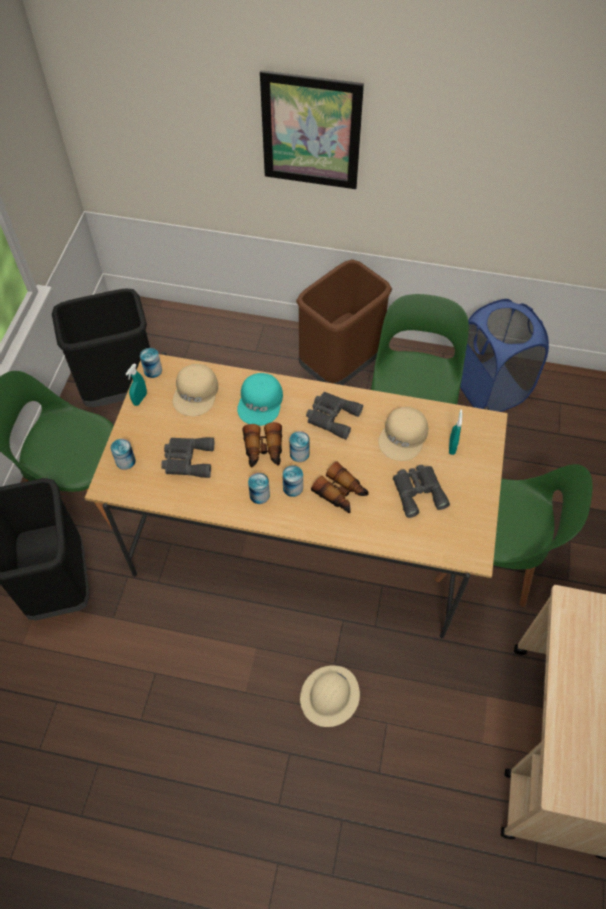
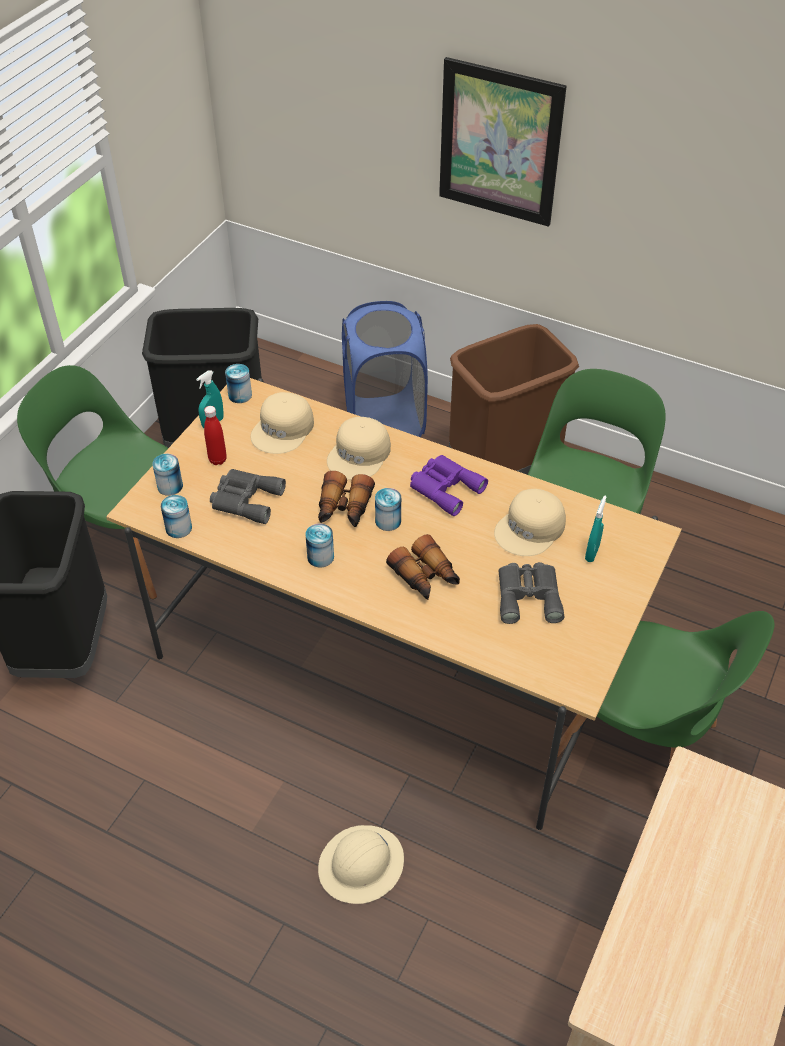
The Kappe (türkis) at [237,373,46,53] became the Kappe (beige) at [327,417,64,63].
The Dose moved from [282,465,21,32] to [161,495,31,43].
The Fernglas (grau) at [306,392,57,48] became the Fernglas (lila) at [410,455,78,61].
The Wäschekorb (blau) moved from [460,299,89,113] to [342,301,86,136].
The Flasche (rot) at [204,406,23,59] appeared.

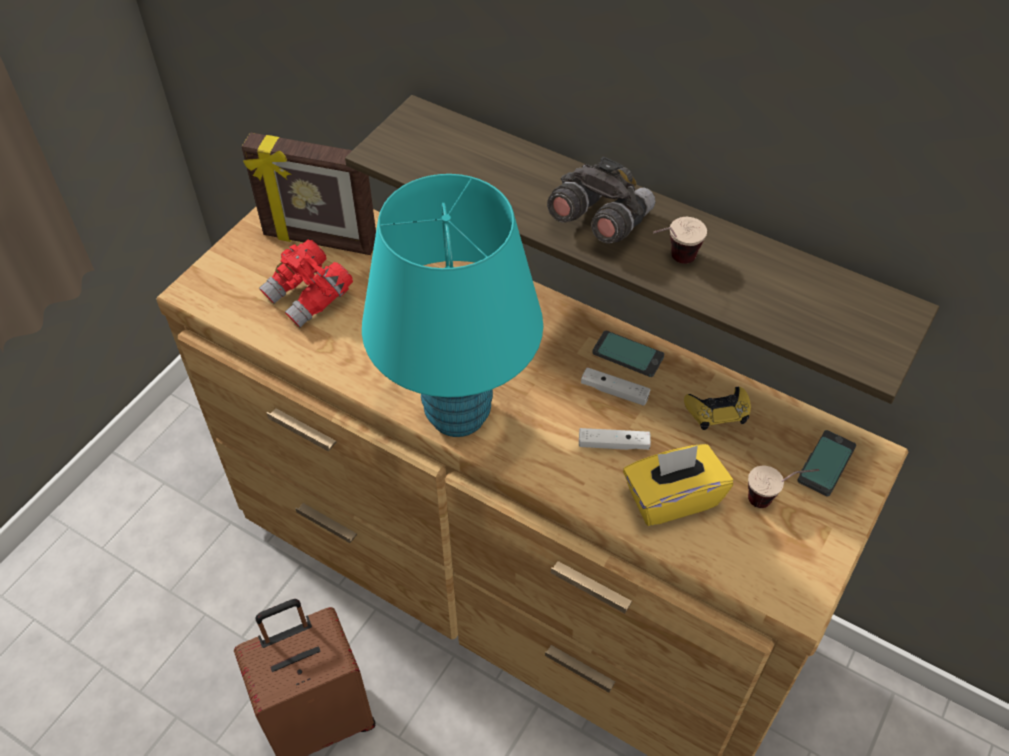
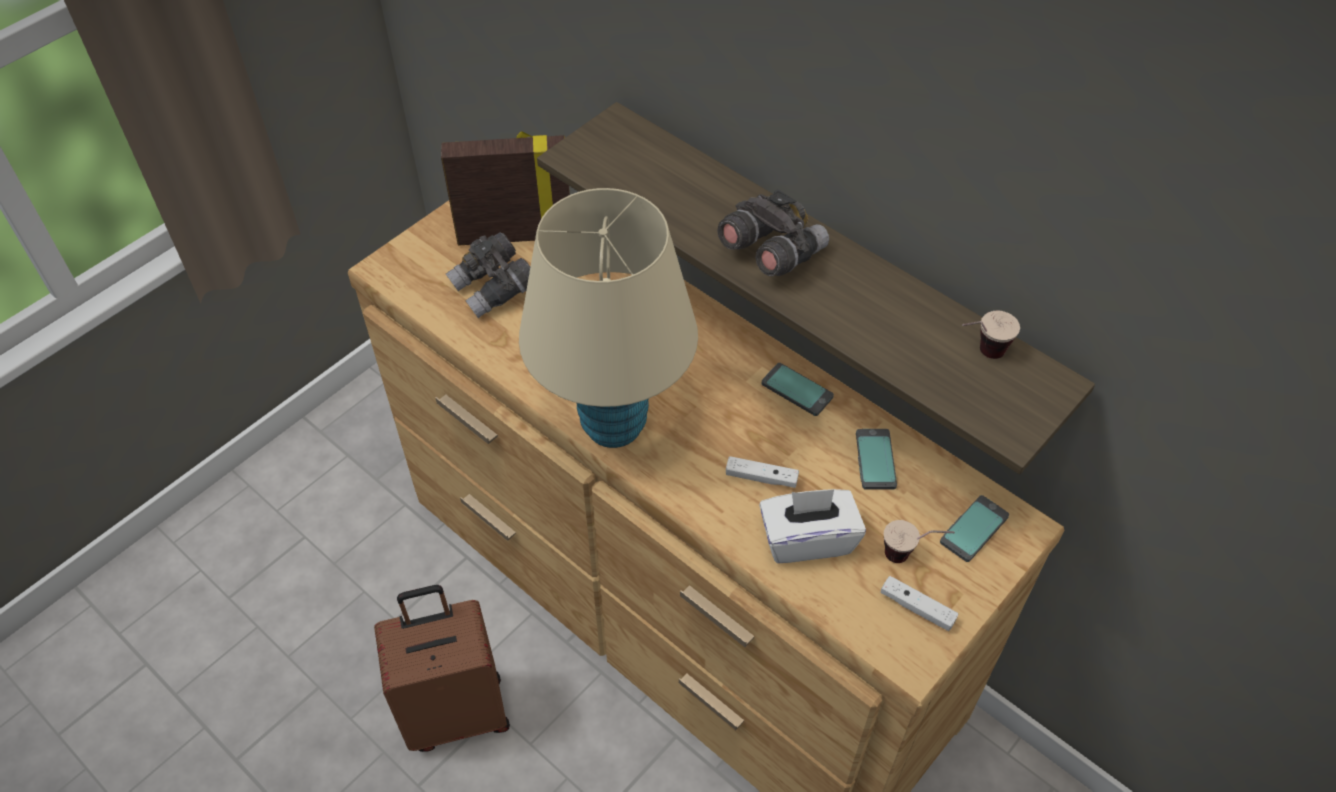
The Bilderrahmen at [242,132,134,123] turned 150 degrees clockwise.
The Fernglas (rot) at [259,240,94,87] became the Fernglas (grau) at [446,232,84,86].
The Tischlampe (türkis) at [362,174,181,263] became the Tischlampe (beige) at [519,188,179,260].
The Gamepad (weiß) moved from [581,367,69,39] to [881,576,78,55].
The Taschentuchbox (gelb) at [623,444,110,82] became the Taschentuchbox (weiß) at [759,489,107,74].
The Tasse moved from [653,217,54,47] to [962,311,58,48].
The Gamepad (gelb) at [684,387,67,43] was replaced by the Handy at [856,429,41,61].

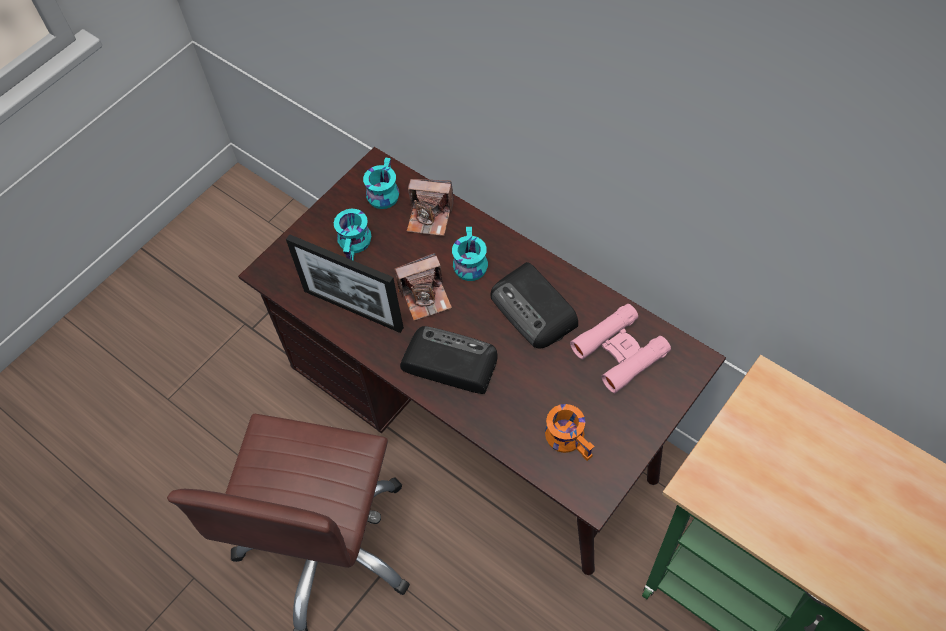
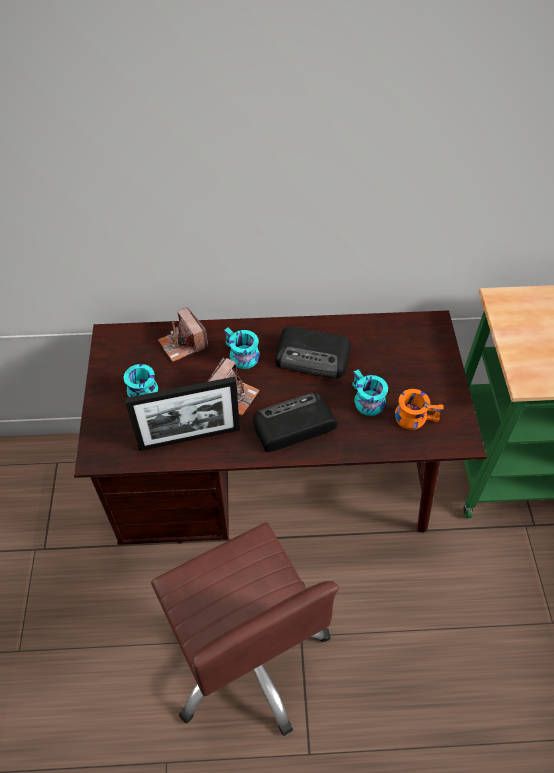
The Henkelbecher (türkis) moved from [363,157,36,52] to [352,369,36,47].
The Kamera at [407,179,47,57] turned 90 degrees clockwise.
The Fernglas (rosa) at [570,304,101,89] disappeared.

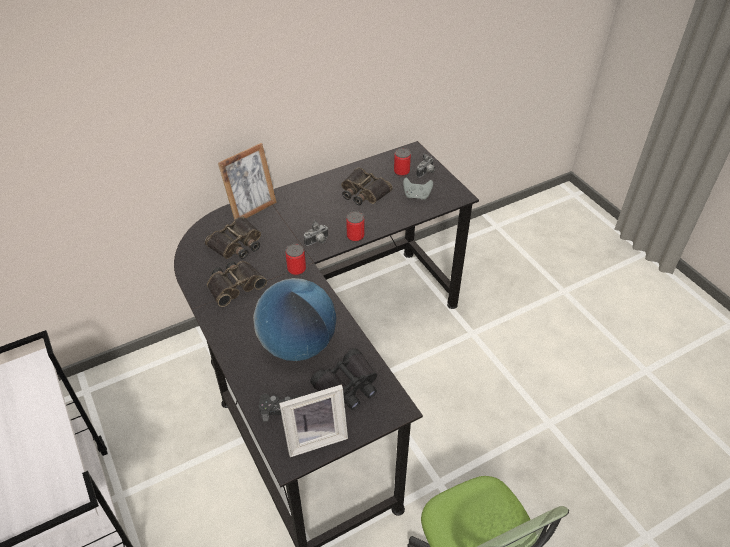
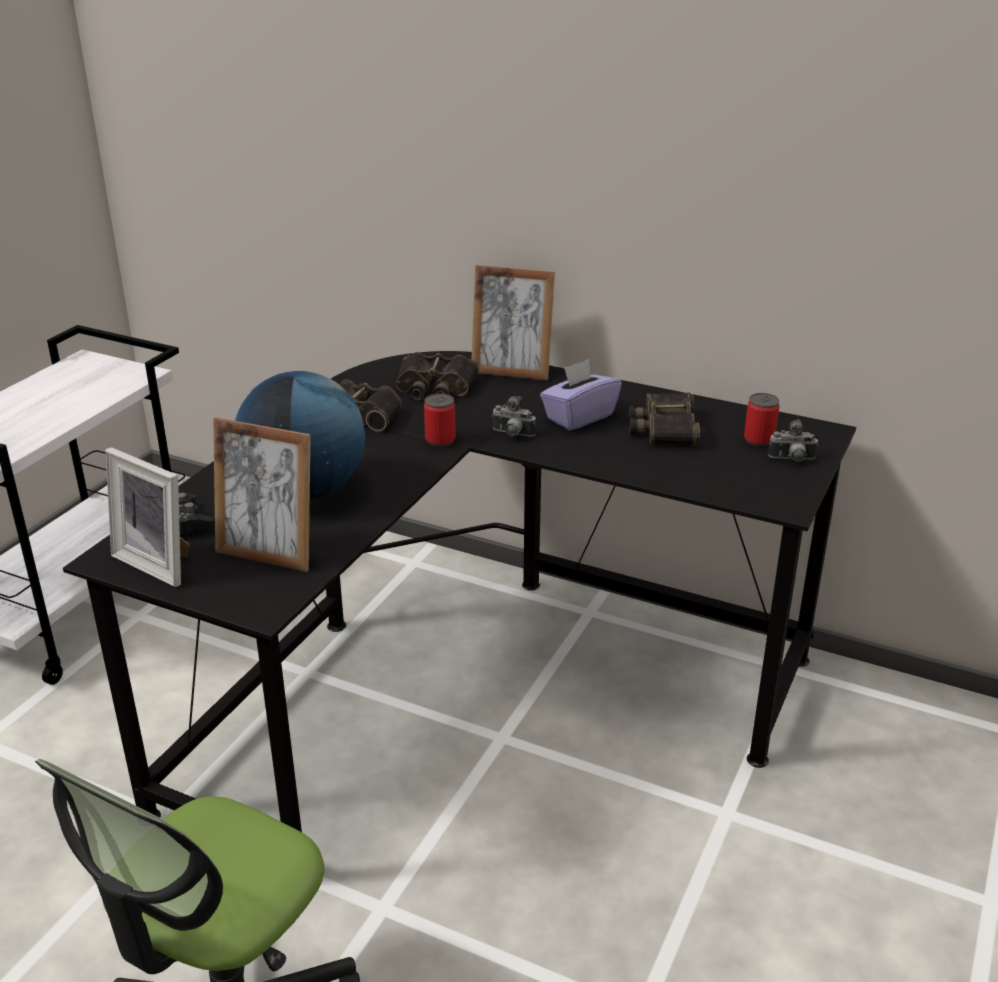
The Fernglas (schwarz) at [310,348,67,62] was replaced by the Bilderrahmen at [213,417,98,155].
The Dose at [346,211,18,31] disappeared.
The Gamepad (grau) at [403,178,30,22] disappeared.
The Taschentuchbox (lila) at [540,359,82,72] appeared.

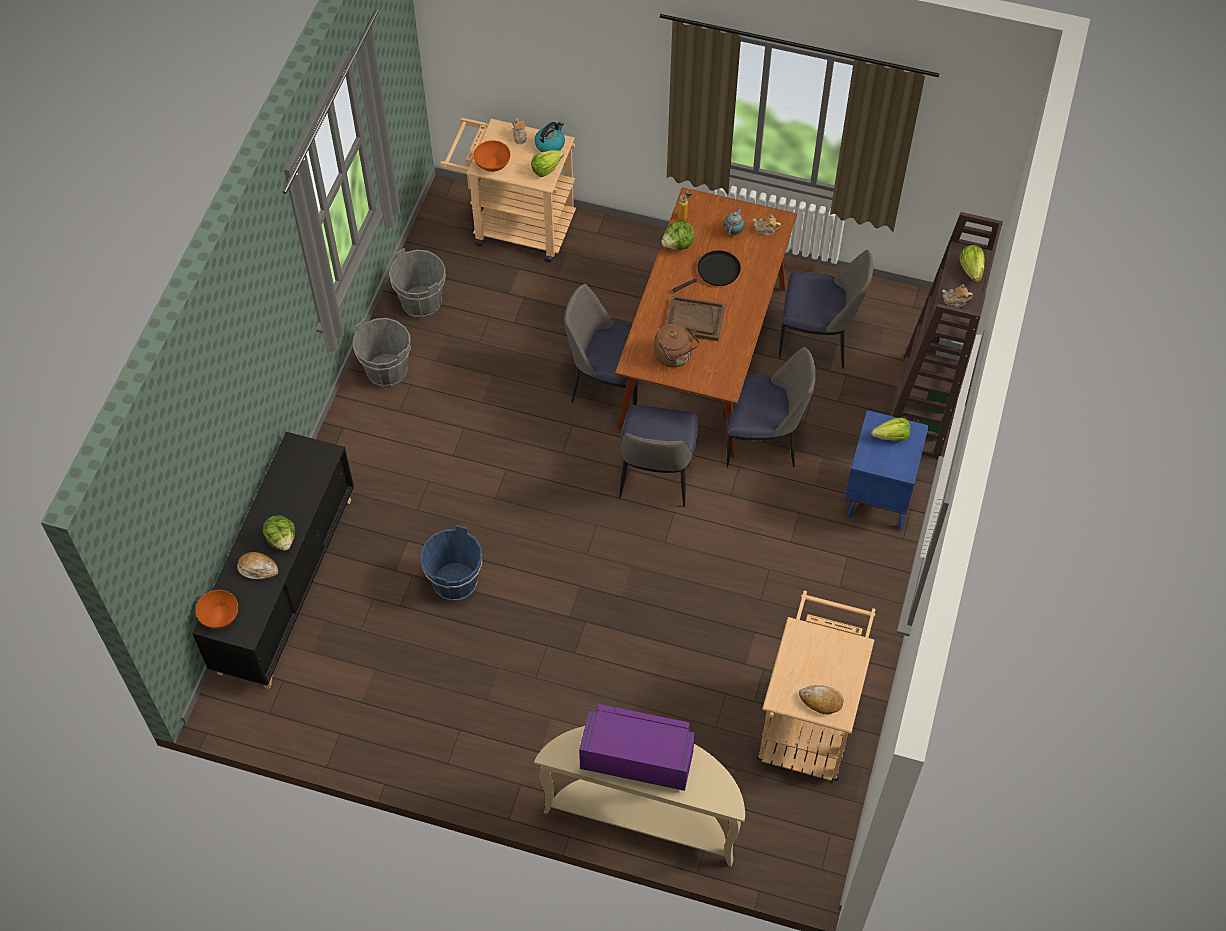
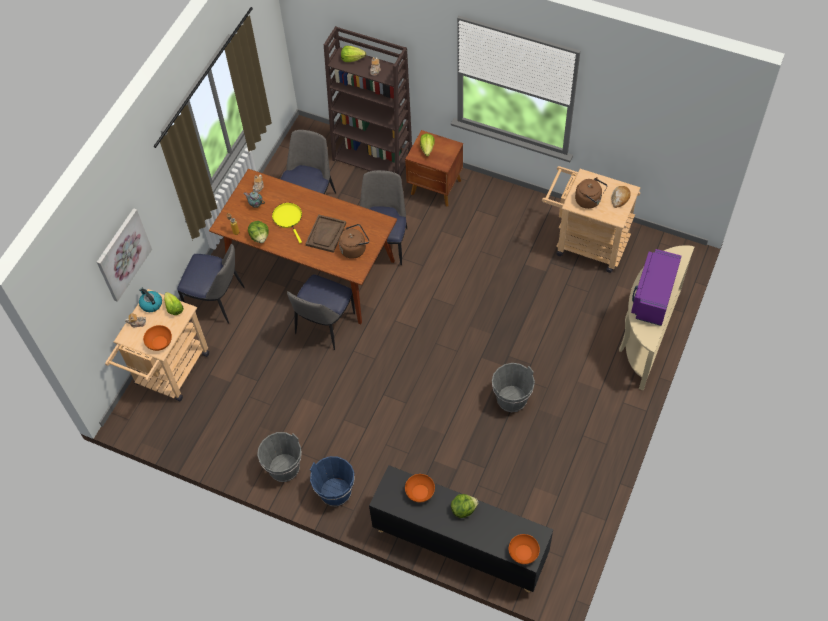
The Brot at [237,552,41,27] disappeared.
The Eimer (grau) moved from [389,248,57,70] to [492,363,43,49].
The Eimer (blau) moved from [421,525,61,76] to [310,456,45,50].
The Stuhl moved from [619,405,79,102] to [177,244,68,80].
The Pfanne (schwarz) at [673,250,68,42] became the Pfanne (gelb) at [272,203,30,40].
The Nachttisch (blau) at [845,410,84,121] became the Nachttisch (braun) at [405,130,58,77].
The Bild at [97,208,55,94] appeared.
The Schüssel (orange) at [405,474,30,28] appeared.
The Wasserkessel (braun) at [575,177,32,32] appeared.

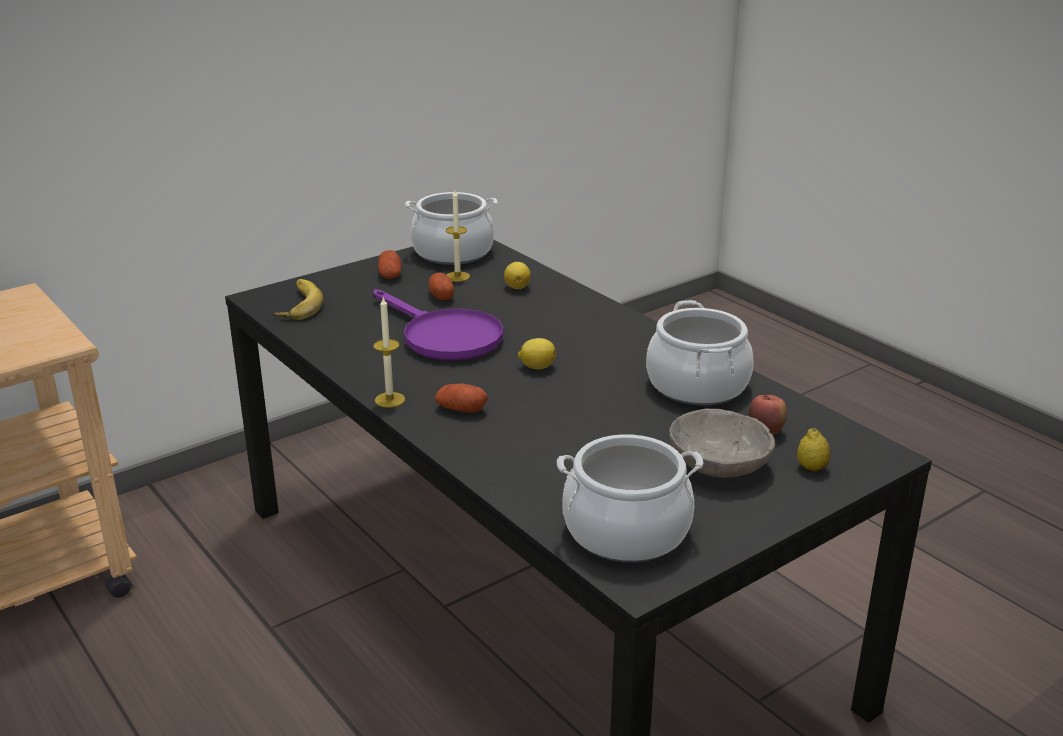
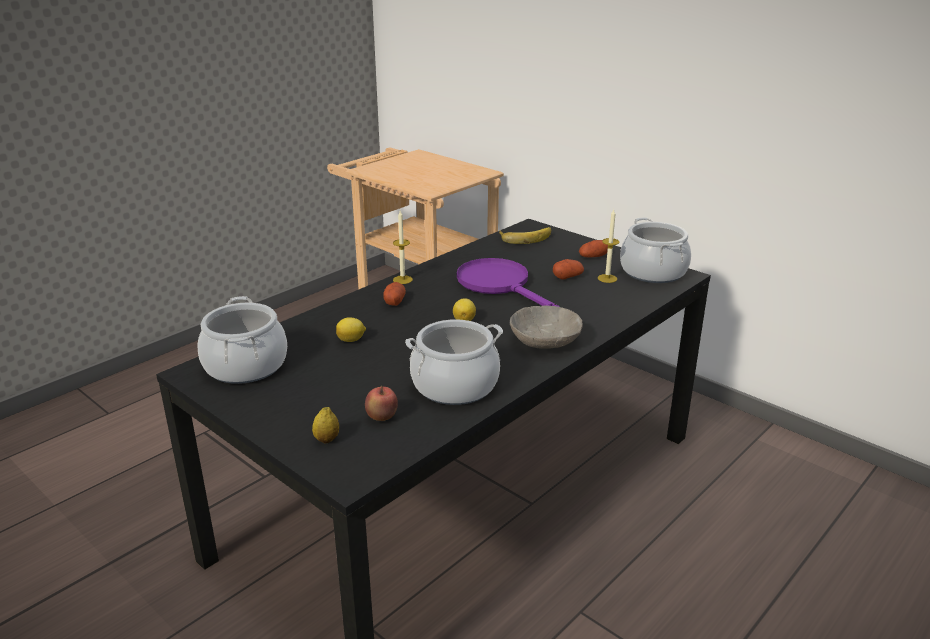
The Pfanne (lila) at [373,289,130,72] turned 105 degrees clockwise.
The Zitrone moved from [504,262,27,27] to [336,317,30,25].
The Schüssel (grau) moved from [669,409,107,69] to [510,305,73,44].

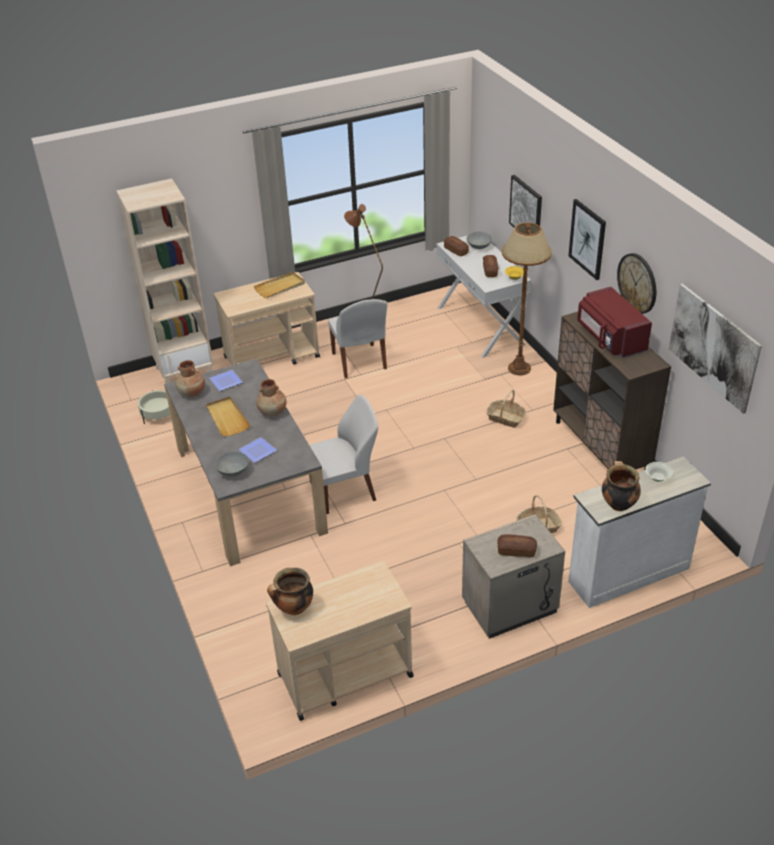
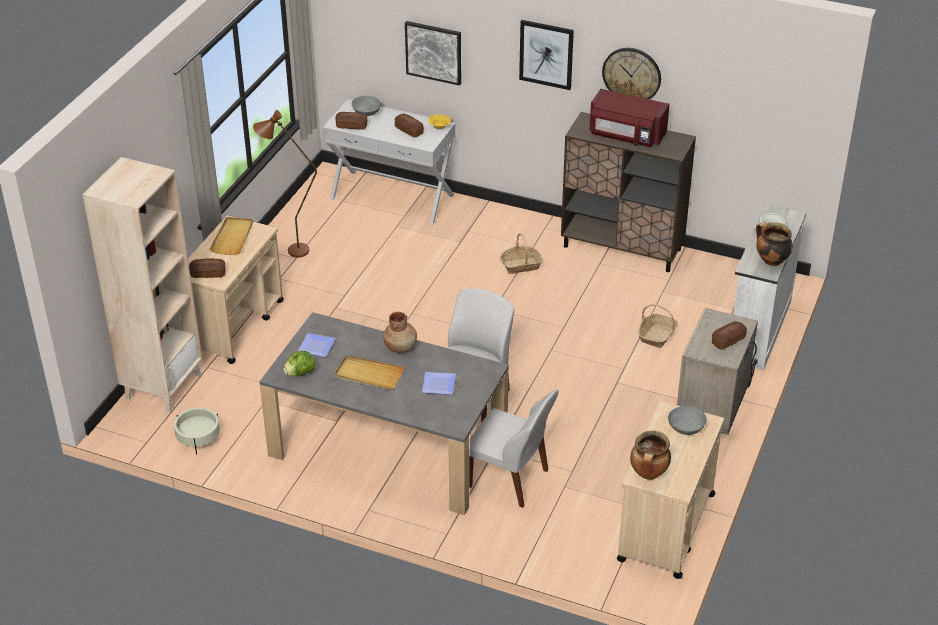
The Vase (braun) at [175,360,30,37] was replaced by the Salatkopf at [283,351,33,25].
The Schüssel (grau) moved from [215,451,34,26] to [668,406,39,29].
The Stuhl (weiß) moved from [328,299,59,79] to [469,389,90,119].
The Stehlampe (braun) at [502,223,50,152] disappeared.
The Bild at [669,284,93,130] disappeared.
The Brot at [189,258,36,20] appeared.

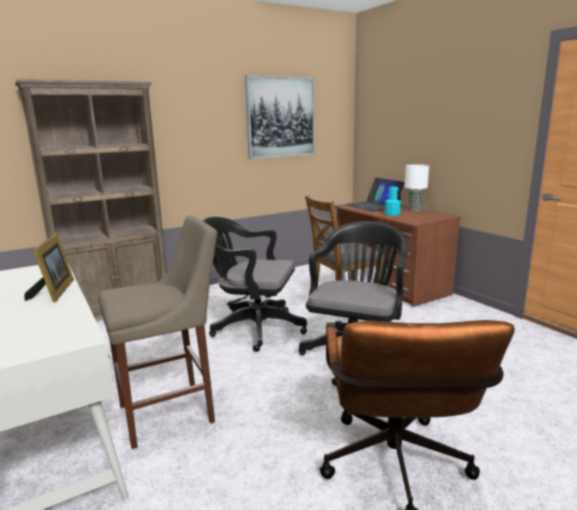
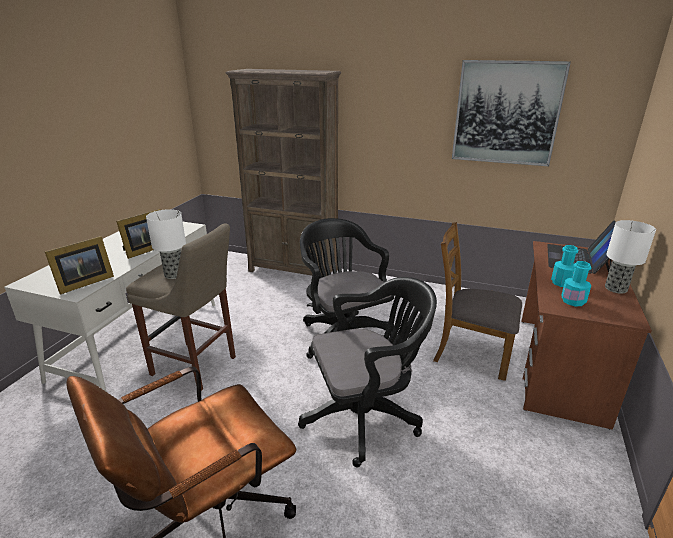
The Bilderrahmen at [45,236,69,59] appeared.
The Tischlampe at [146,209,40,70] appeared.
The Flasche (türkis) at [561,261,30,45] appeared.

